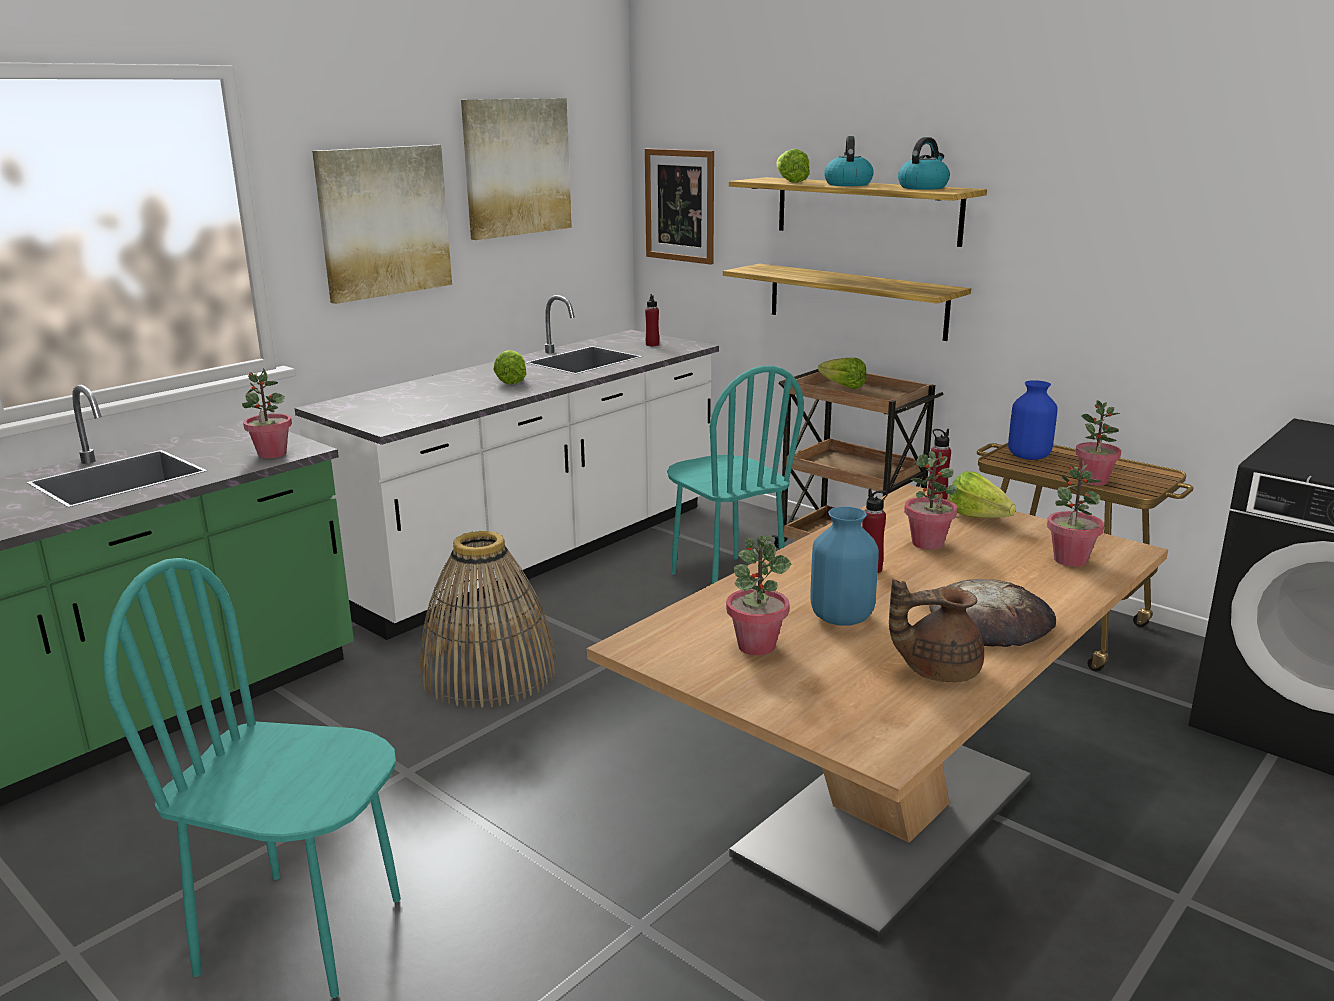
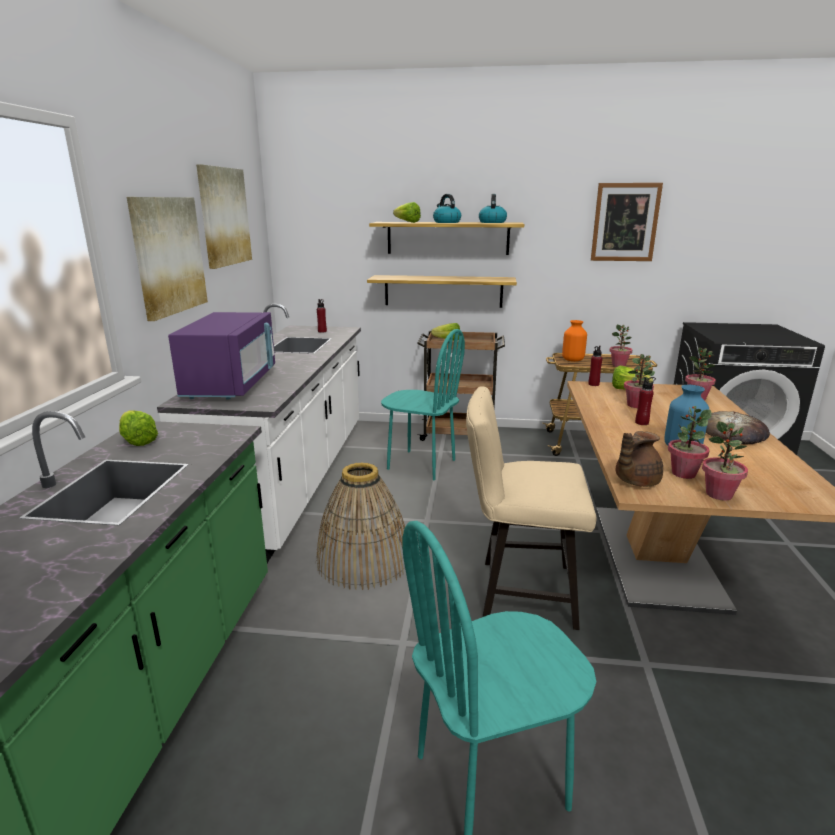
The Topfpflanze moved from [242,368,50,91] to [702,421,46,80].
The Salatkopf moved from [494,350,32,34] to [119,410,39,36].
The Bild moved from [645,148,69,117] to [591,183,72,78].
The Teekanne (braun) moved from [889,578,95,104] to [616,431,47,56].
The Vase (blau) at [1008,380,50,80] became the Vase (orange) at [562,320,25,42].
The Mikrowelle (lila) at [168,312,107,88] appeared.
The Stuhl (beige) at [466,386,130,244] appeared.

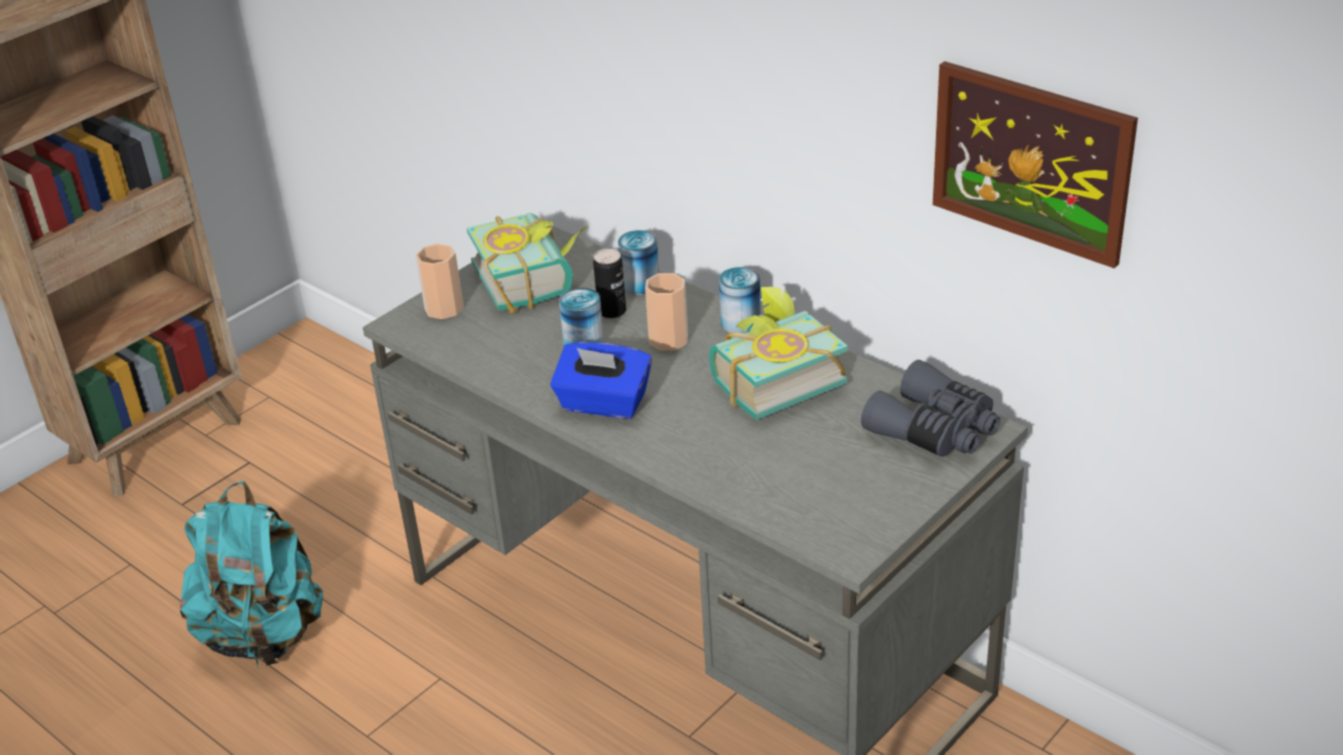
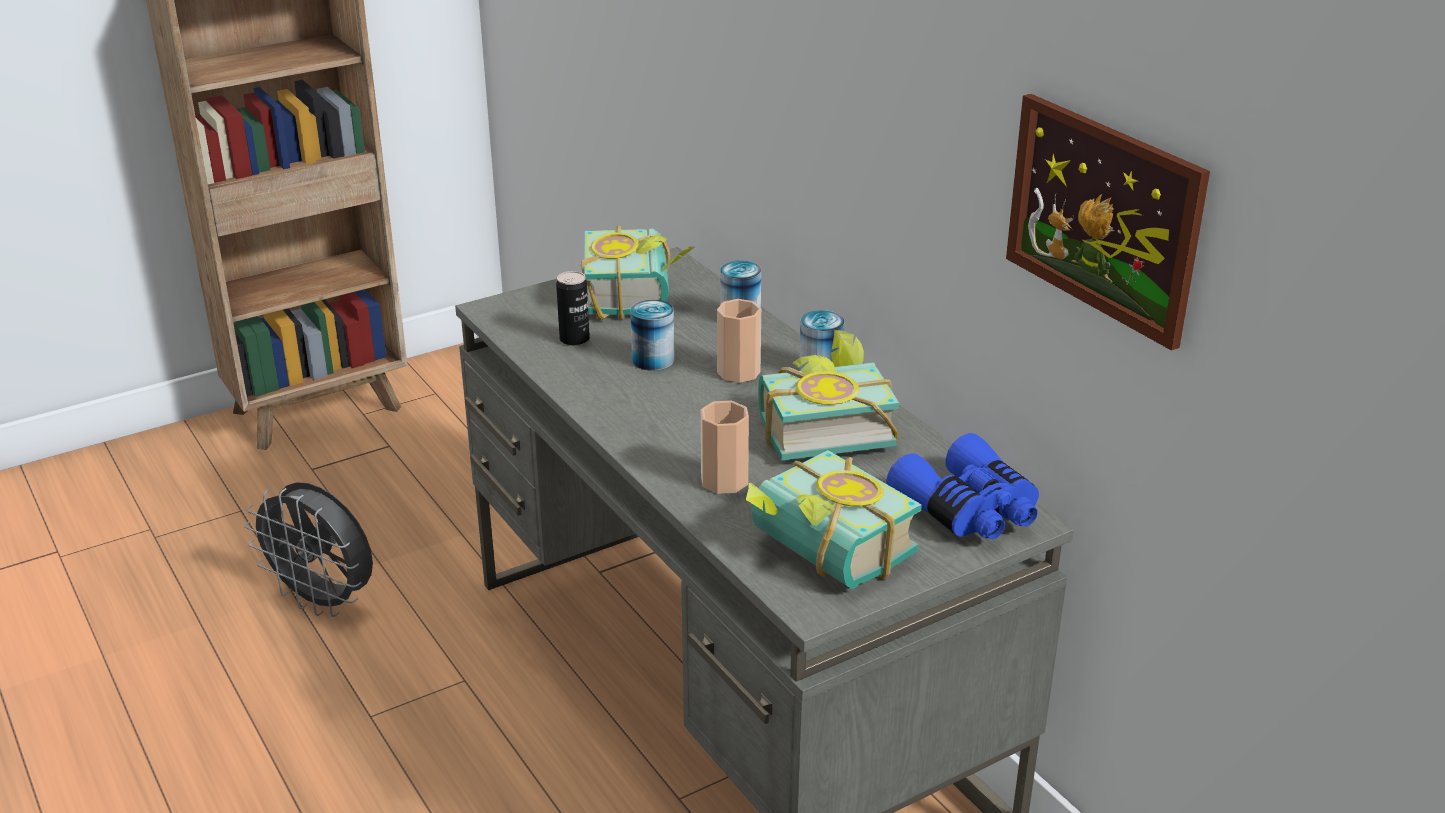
The Rucksack (türkis) at [180,481,143,186] was replaced by the Ventilator (grau) at [244,482,129,135].
The Tasse moved from [416,244,48,75] to [701,401,48,93].
The Taschentuchbox (blau) at [550,342,102,76] disappeared.
The Dose moved from [593,249,33,70] to [556,271,34,75].
The Fernglas (grau) at [861,360,139,97] became the Fernglas (blau) at [886,433,153,106].
The Buch at [746,450,176,139] appeared.

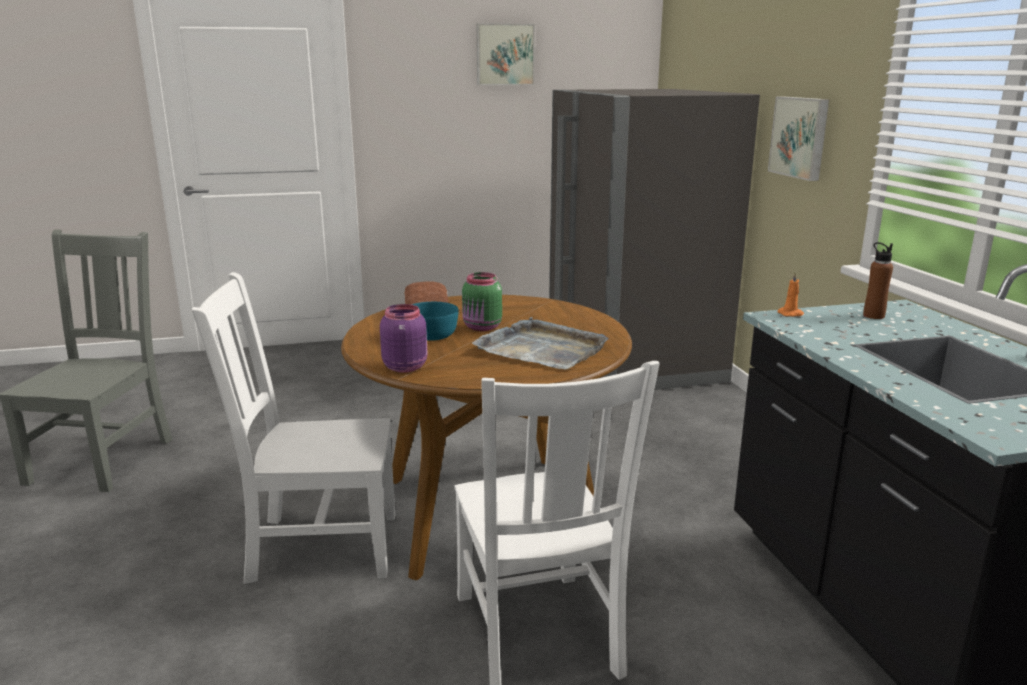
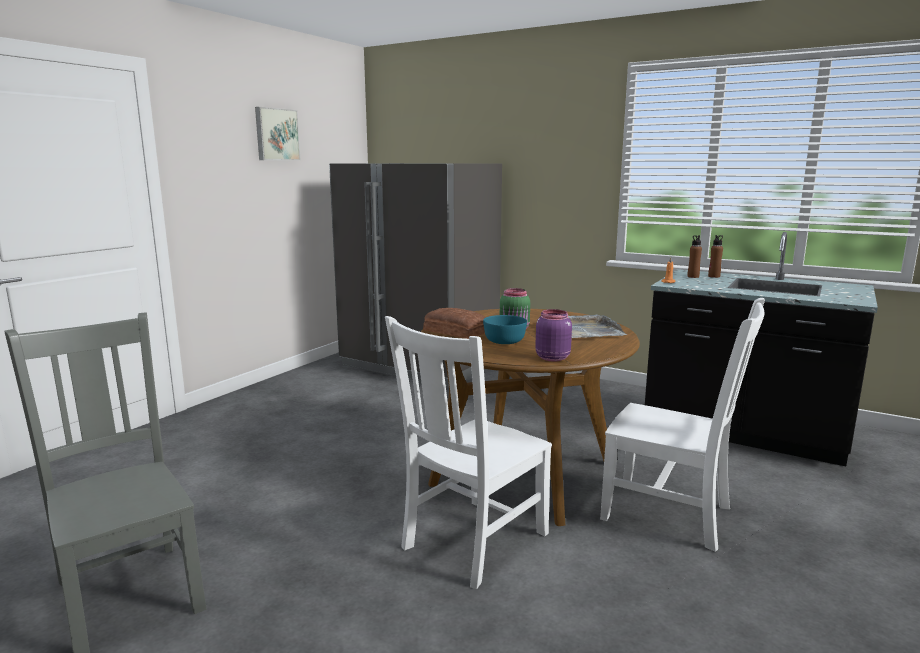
The Bild at [768,97,61,84] disappeared.
The Flasche (braun) at [708,235,15,43] appeared.

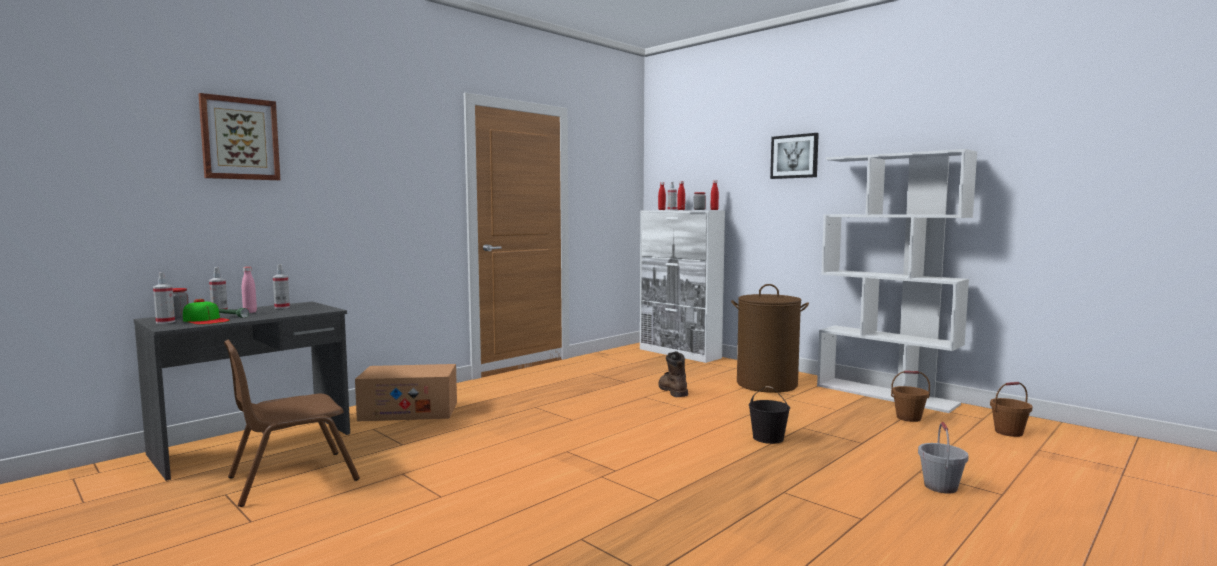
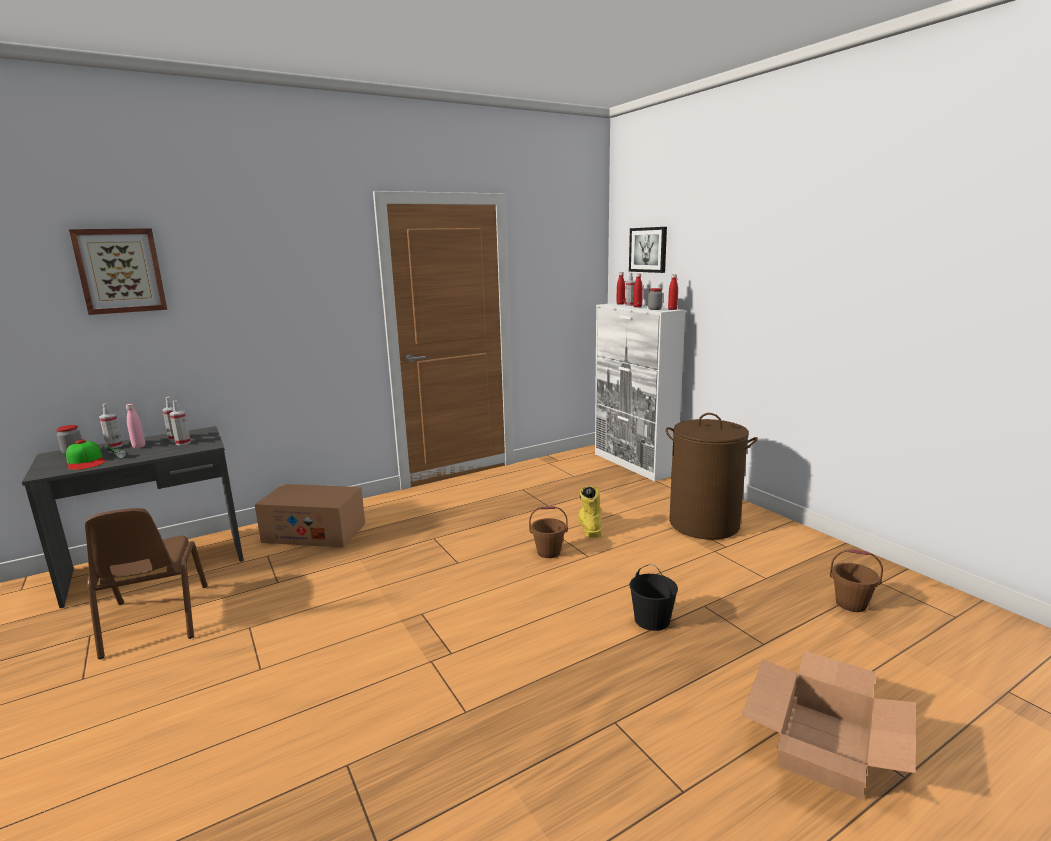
The Sprühflasche moved from [153,272,22,52] to [169,401,22,44].
The Stuhl (braun) at [224,340,136,167] turned 90 degrees counterclockwise.
The Stiefel (braun) at [658,351,30,46] became the Stiefel (gelb) at [578,486,24,52].
The Bild moved from [770,133,49,46] to [629,227,38,46].
The Bücherregal (weiß) at [817,149,160,264] disappeared.
The Eimer (grau) at [918,422,51,72] was replaced by the Karton at [742,651,174,149].
The Eimer (braun) moved from [990,382,43,55] to [529,506,39,52].

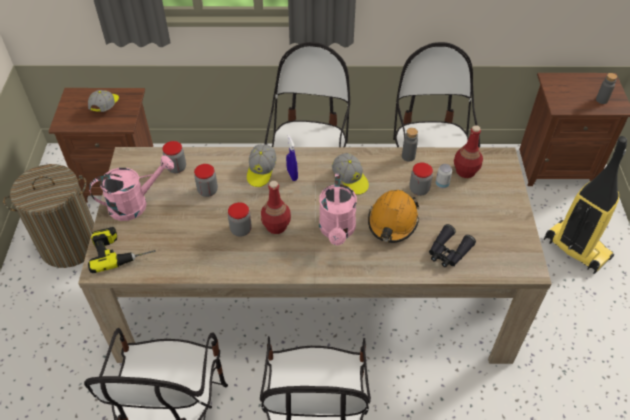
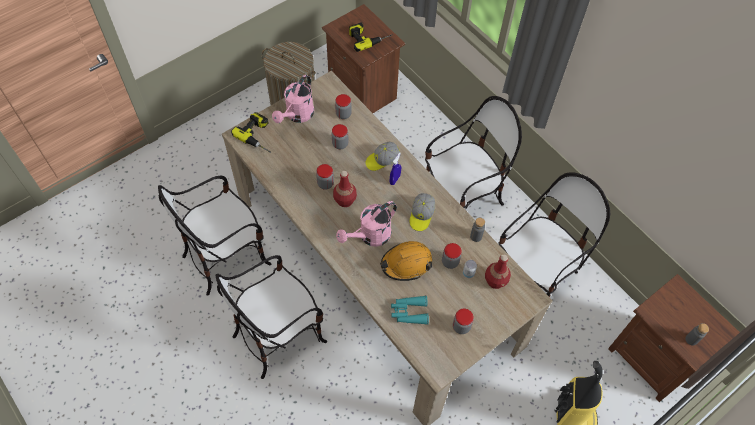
The Kappe at [88,90,31,22] was replaced by the Bohrmaschine at [349,23,44,29].
The Gießkanne (rosa) at [89,155,85,66] turned 90 degrees clockwise.
The Fernglas (schwarz) at [429,224,47,43] became the Fernglas (türkis) at [391,296,38,28].
The Vorratsglas at [453,309,21,25] appeared.

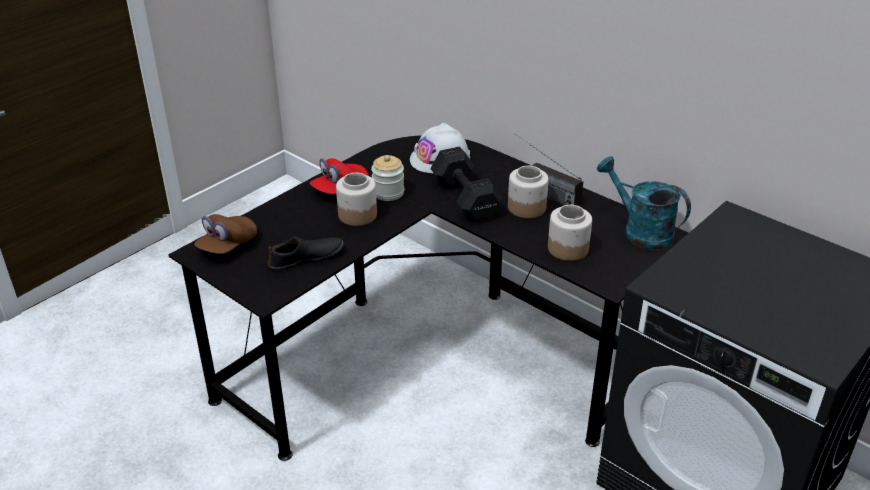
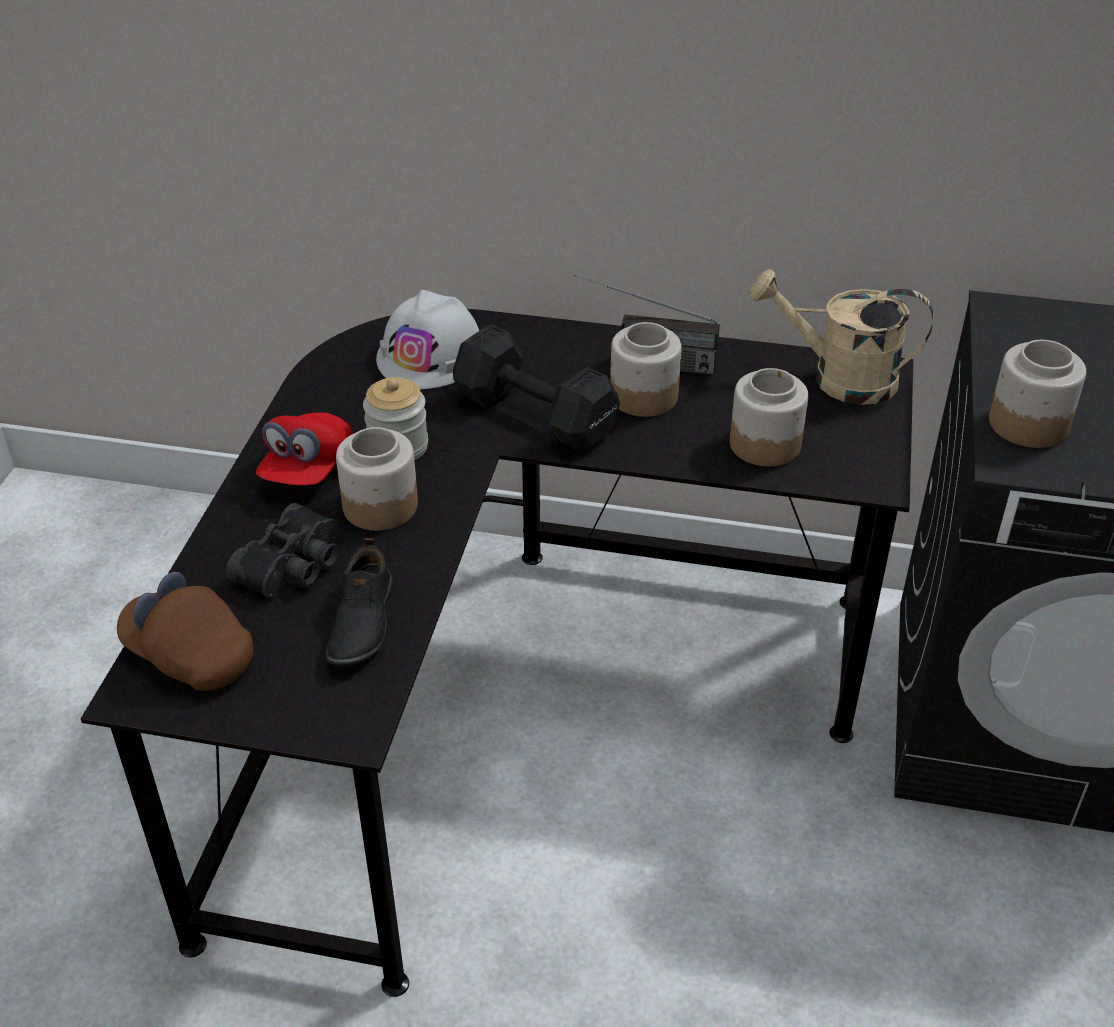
The Kappe (braun) at [194,214,63,40] turned 120 degrees clockwise.
The Schuh (schwarz) at [268,236,76,35] turned 150 degrees clockwise.
The Gießkanne (türkis) at [597,156,94,94] became the Gießkanne (beige) at [750,269,183,136].
The Fernglas (schwarz) at [226,503,113,95] appeared.
The Vorratsglas at [989,340,97,108] appeared.

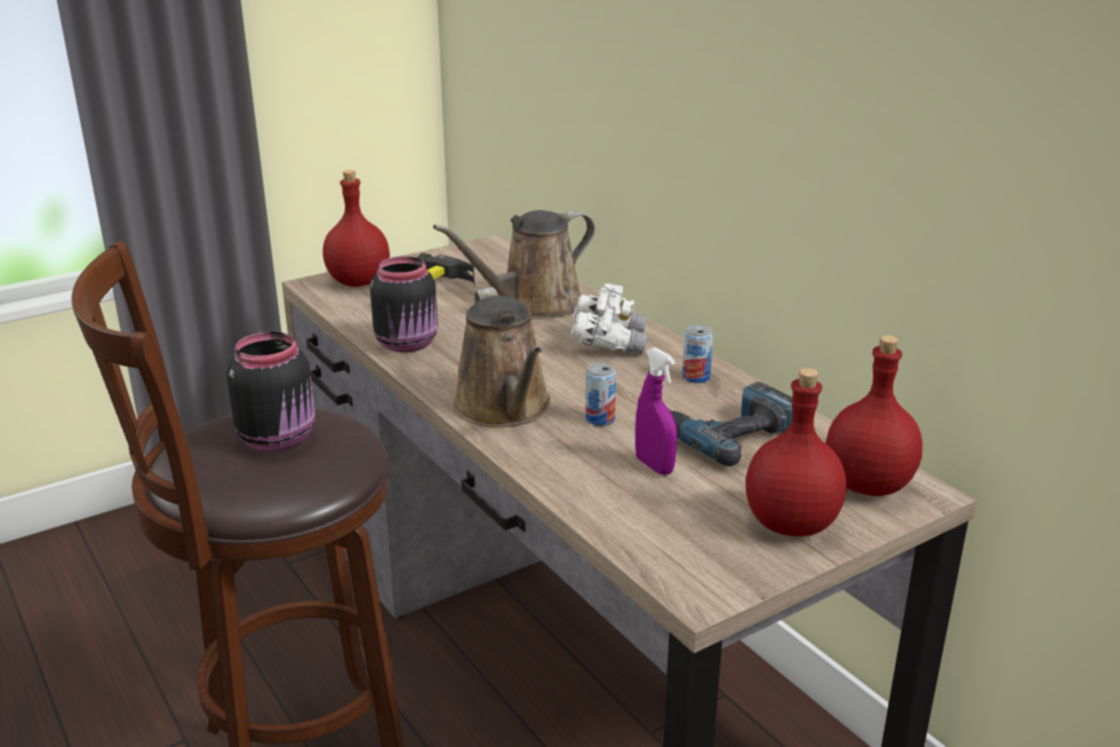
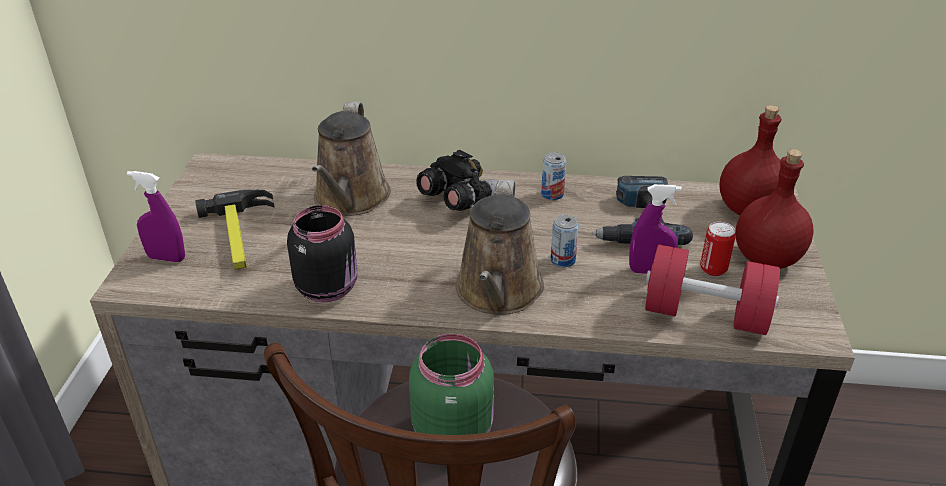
The Vorratsglas (schwarz) at [227,332,88,119] became the Vorratsglas (grün) at [409,334,85,101].
The Flasche (rot) at [323,170,67,117] was replaced by the Sprühflasche (lila) at [127,171,58,91].
The Gießkanne (braun) at [453,287,98,140] turned 75 degrees clockwise.
The Fernglas (weiß) at [571,283,76,72] became the Fernglas (schwarz) at [416,150,81,61].
The Hantel (rot) at [645,245,135,90] appeared.
The Dose at [700,222,36,54] appeared.

